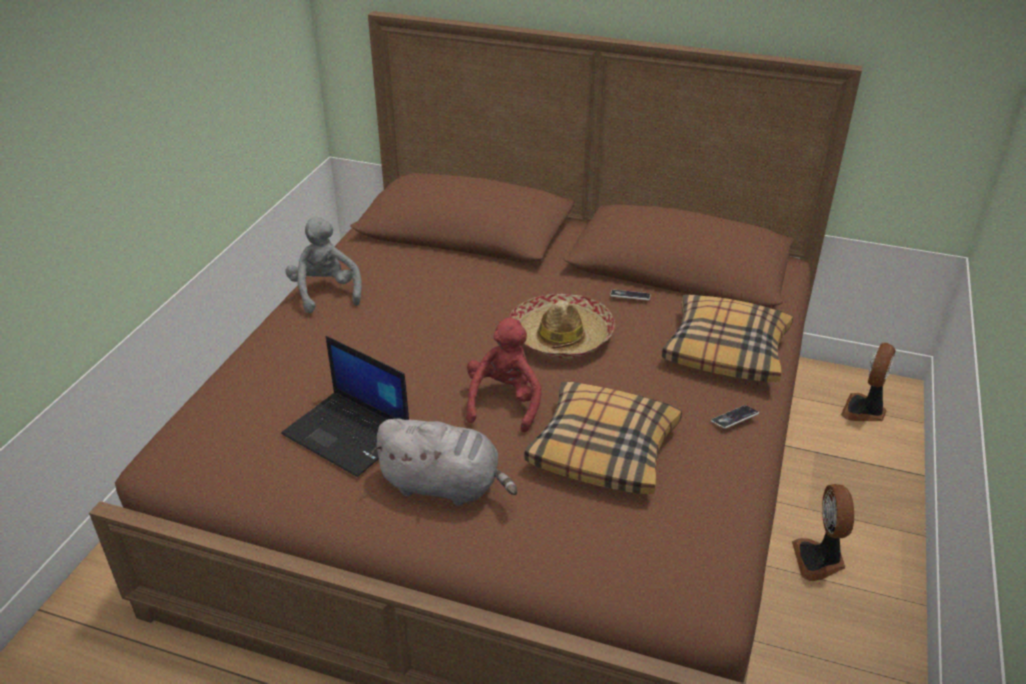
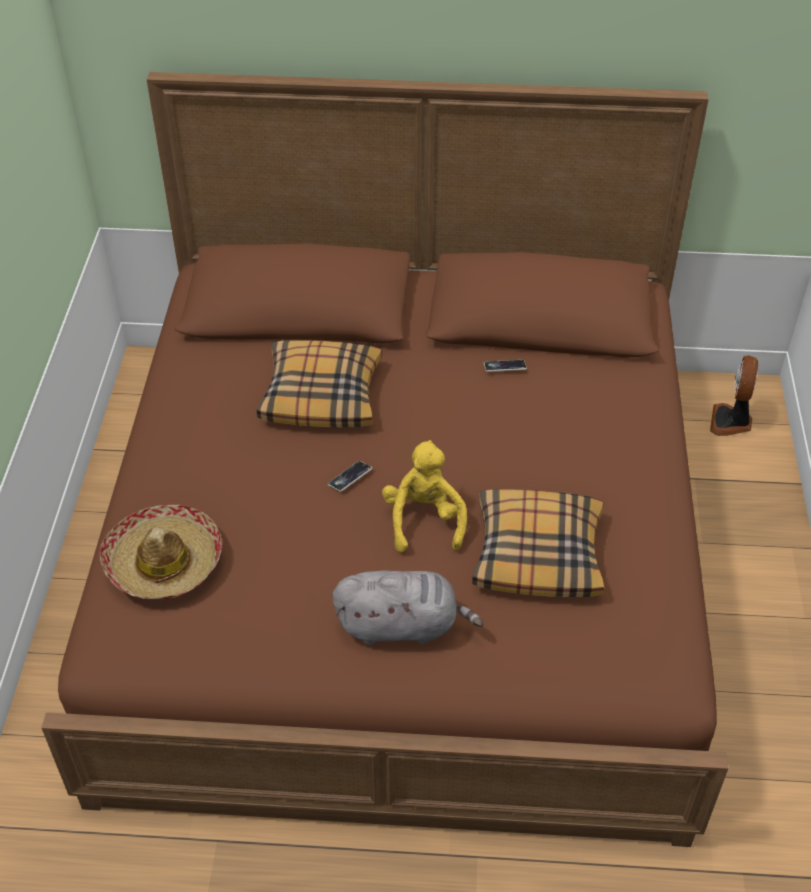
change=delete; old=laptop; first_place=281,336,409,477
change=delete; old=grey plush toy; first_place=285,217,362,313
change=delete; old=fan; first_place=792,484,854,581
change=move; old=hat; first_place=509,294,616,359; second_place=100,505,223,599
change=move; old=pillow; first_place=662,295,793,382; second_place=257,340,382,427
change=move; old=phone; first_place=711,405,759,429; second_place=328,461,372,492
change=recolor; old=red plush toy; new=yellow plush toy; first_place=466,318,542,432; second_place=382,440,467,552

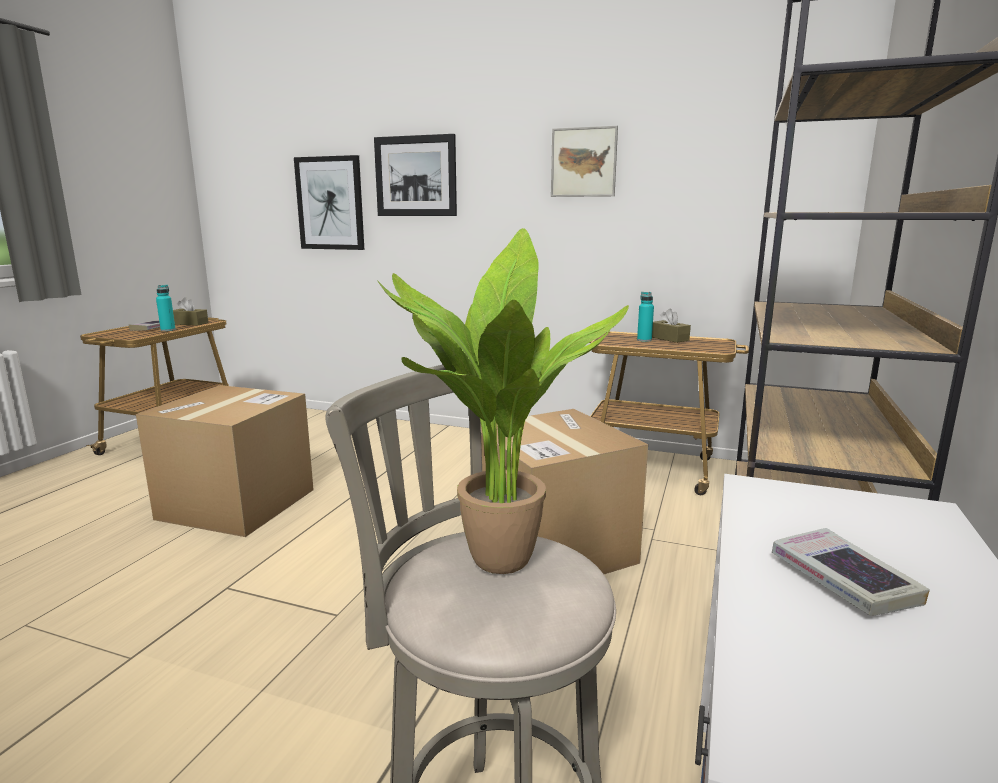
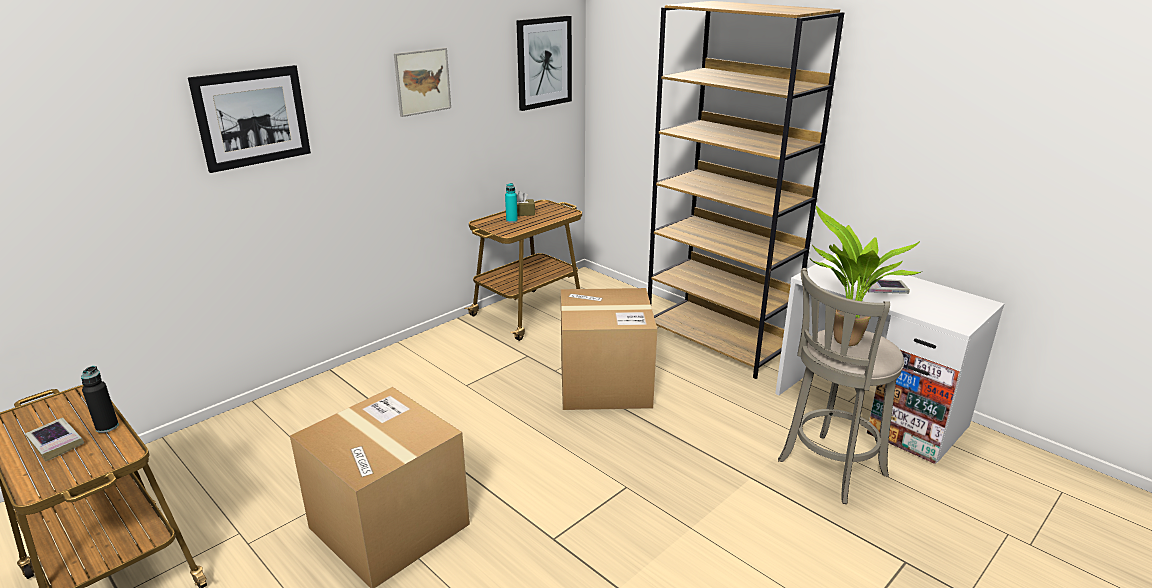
change=delete; old=brown tissue box; first_place=173,297,208,326
change=move; old=picture; first_place=294,155,365,250; second_place=516,16,572,111
change=recolor; old=turquoise bottle; new=black bottle; first_place=156,285,176,331; second_place=81,366,119,433

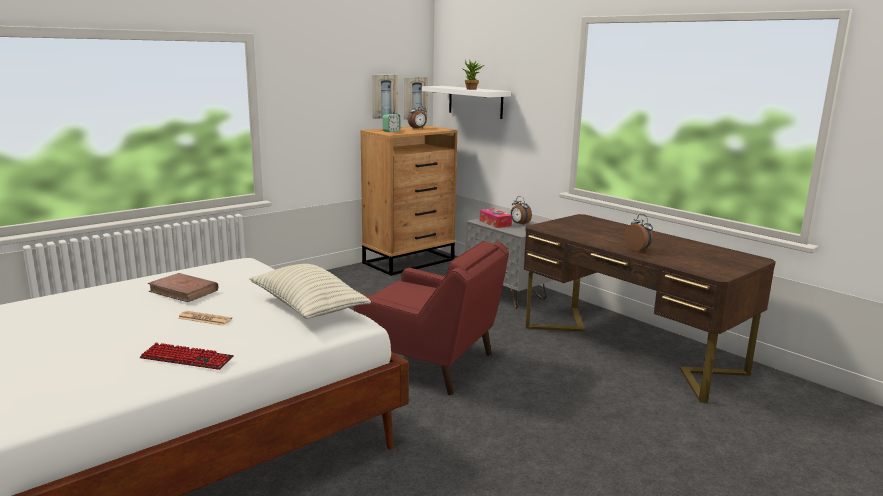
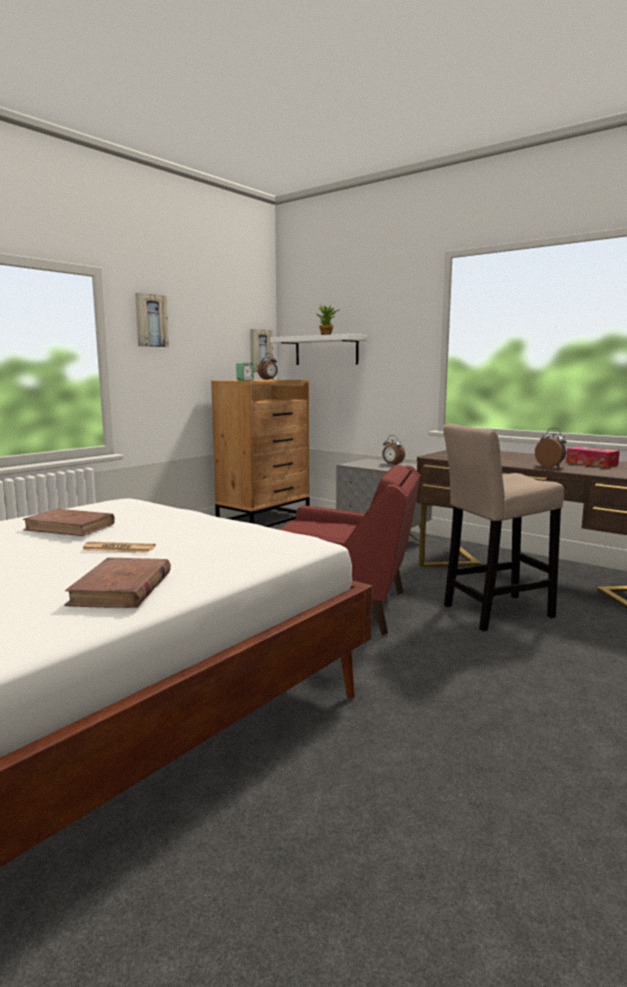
change=delete; old=pillow; first_place=249,264,371,319
change=insert; new=beige stool; second_place=443,424,564,631
change=move; old=picture; first_place=372,75,398,119; second_place=135,293,169,347
change=move; old=tissue box; first_place=480,208,512,228; second_place=566,447,620,468
change=replace; old=keyboard; new=brown book; first_place=140,343,234,370; second_place=64,558,171,608

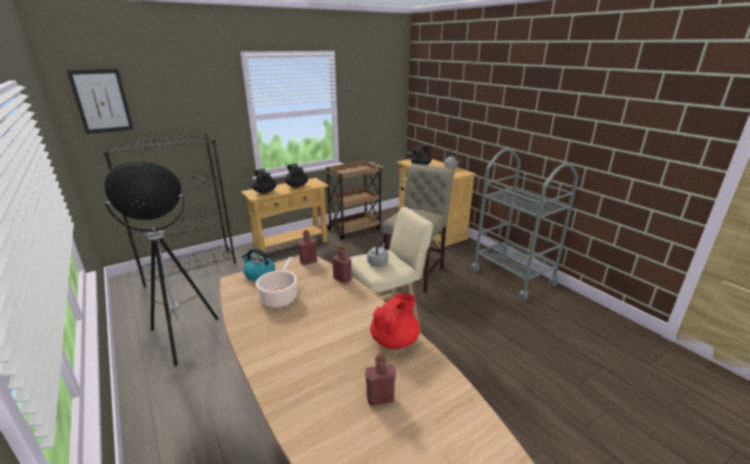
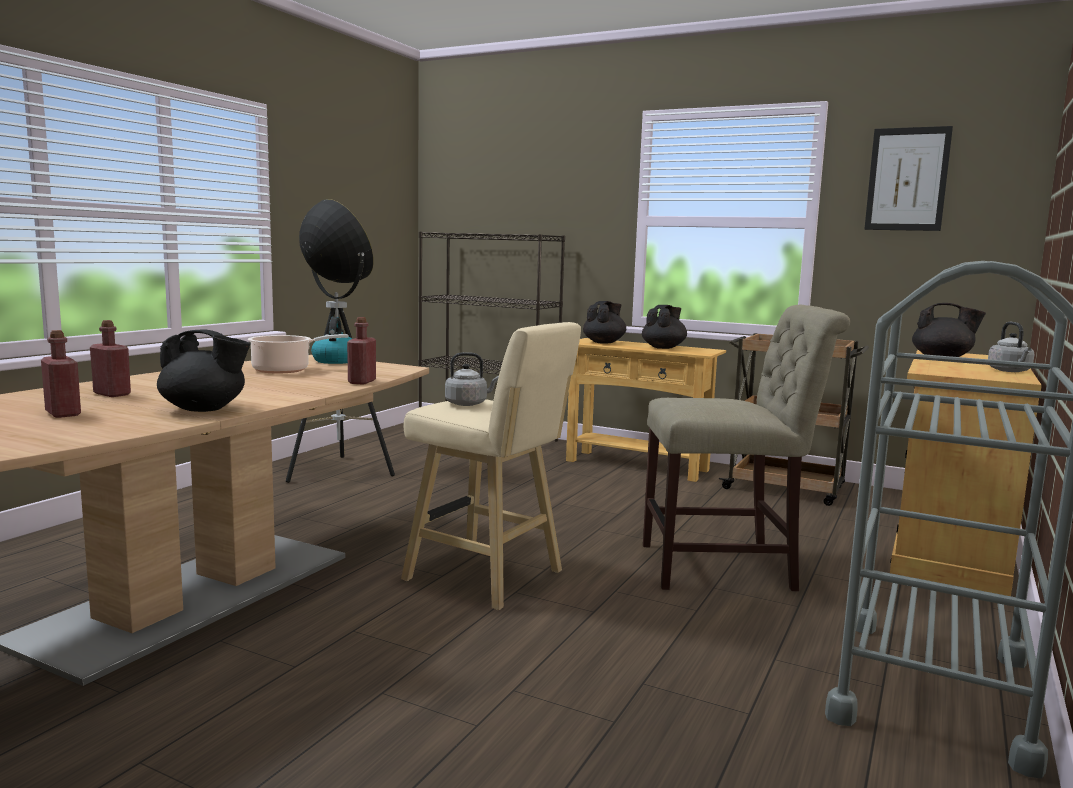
change=move; old=picture; first_place=67,69,134,134; second_place=864,126,953,231
change=move; old=red bottle; first_place=298,230,317,265; second_place=90,320,131,397
change=recolor; old=red teapot; new=black teapot; first_place=370,293,420,349; second_place=157,330,251,412

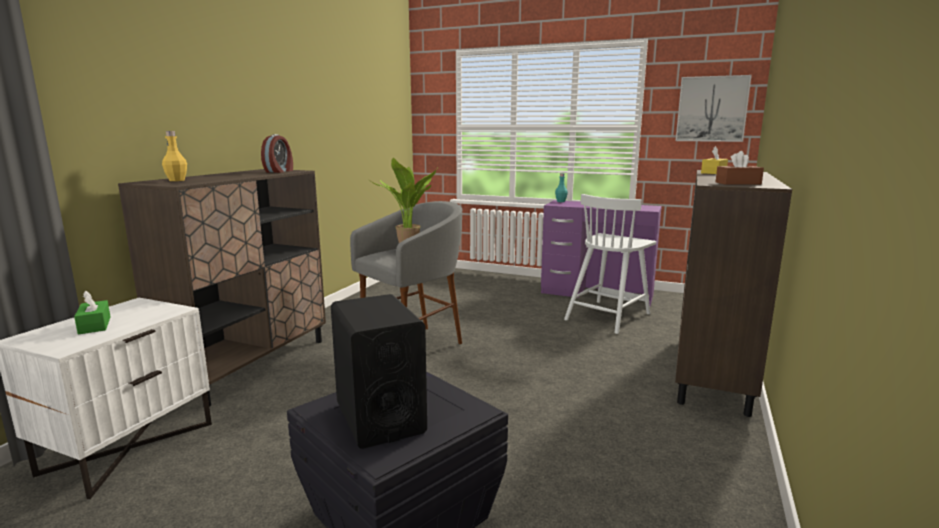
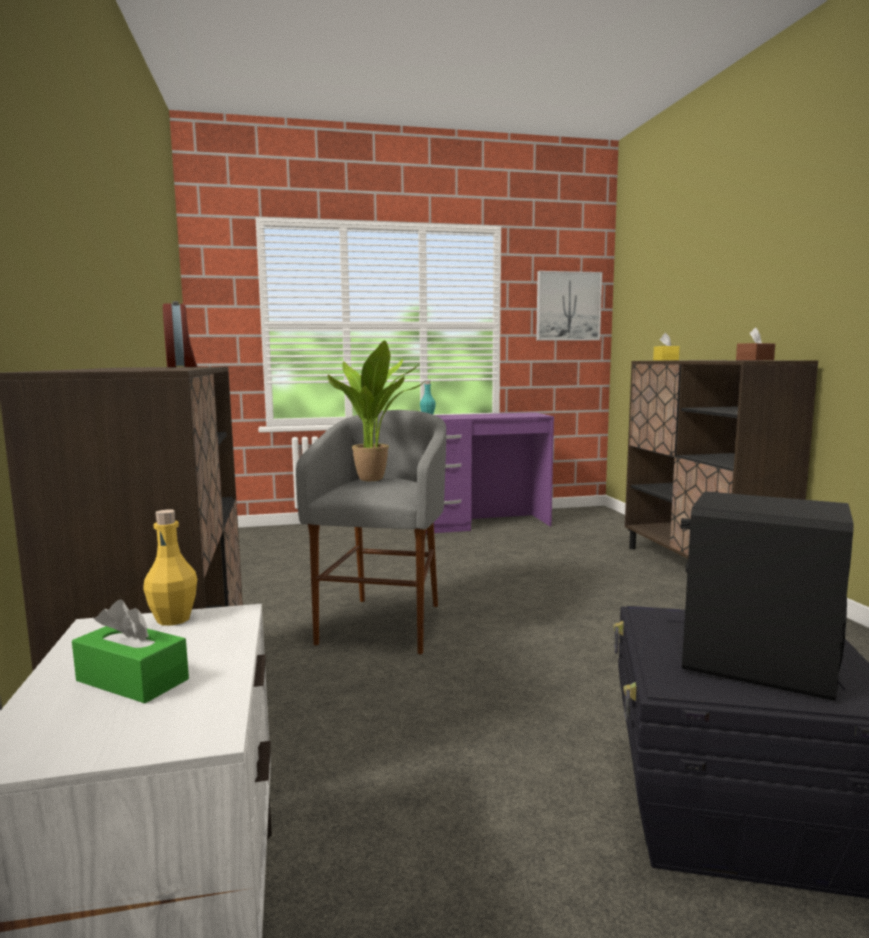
change=delete; old=white chair; first_place=564,194,656,334
change=move; old=yellow bottle; first_place=162,131,187,181; second_place=143,510,197,626

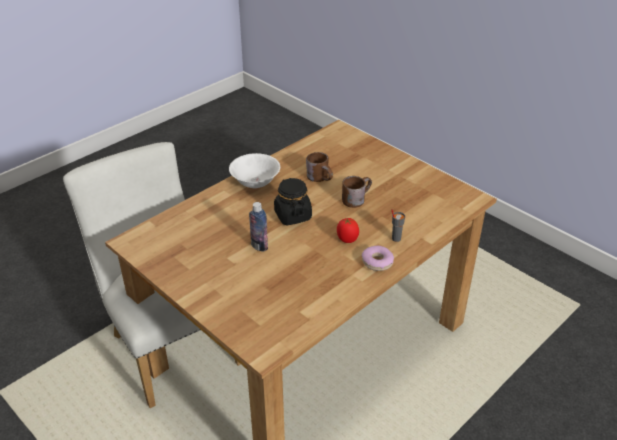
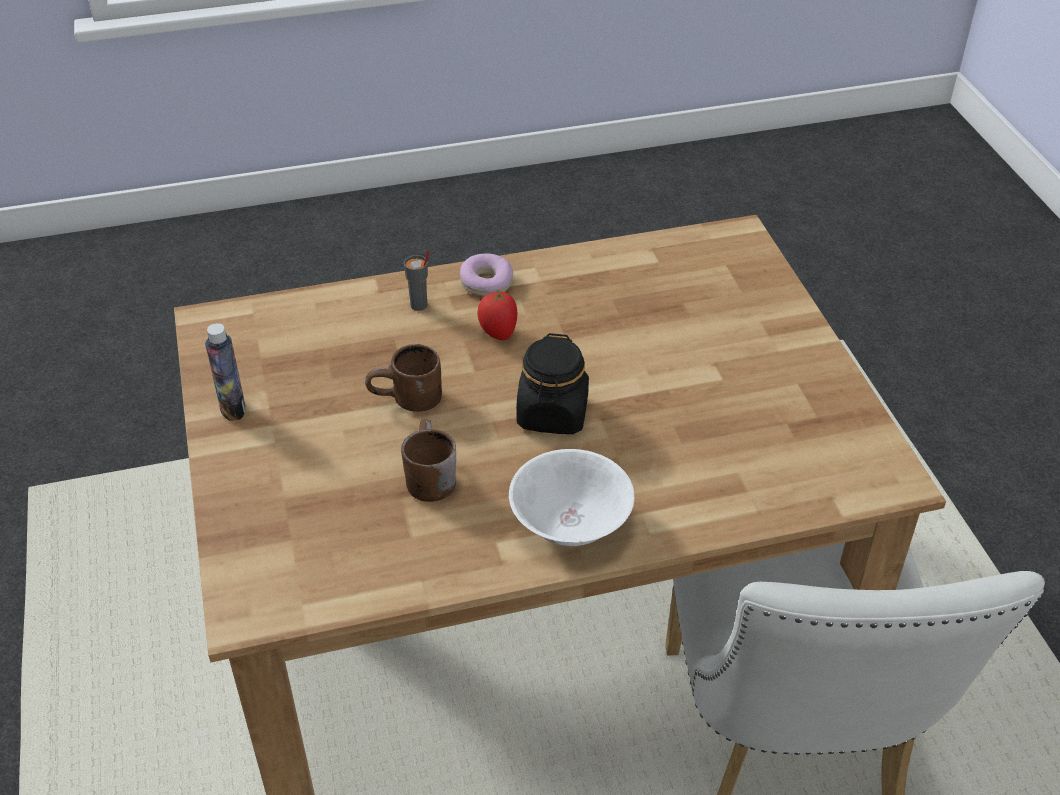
change=move; old=bottle; first_place=249,202,268,252; second_place=205,323,246,421

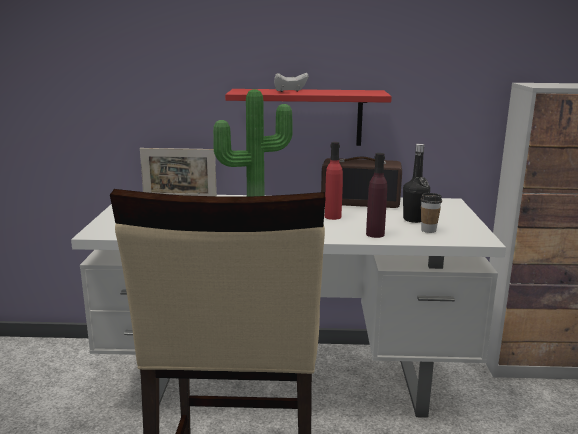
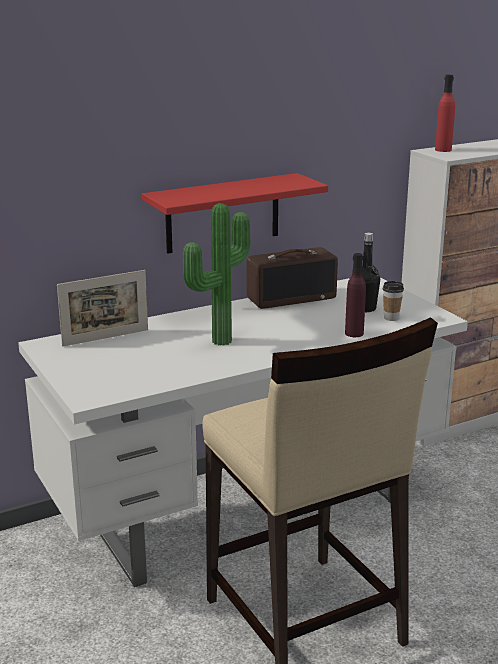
change=delete; old=white game controller; first_place=274,73,309,92
change=move; old=red bottle; first_place=325,142,343,220; second_place=435,75,455,152

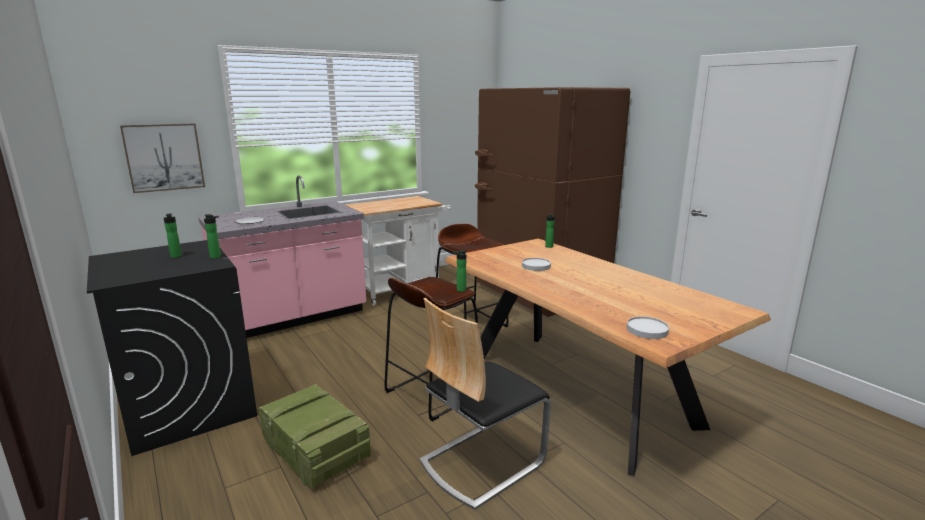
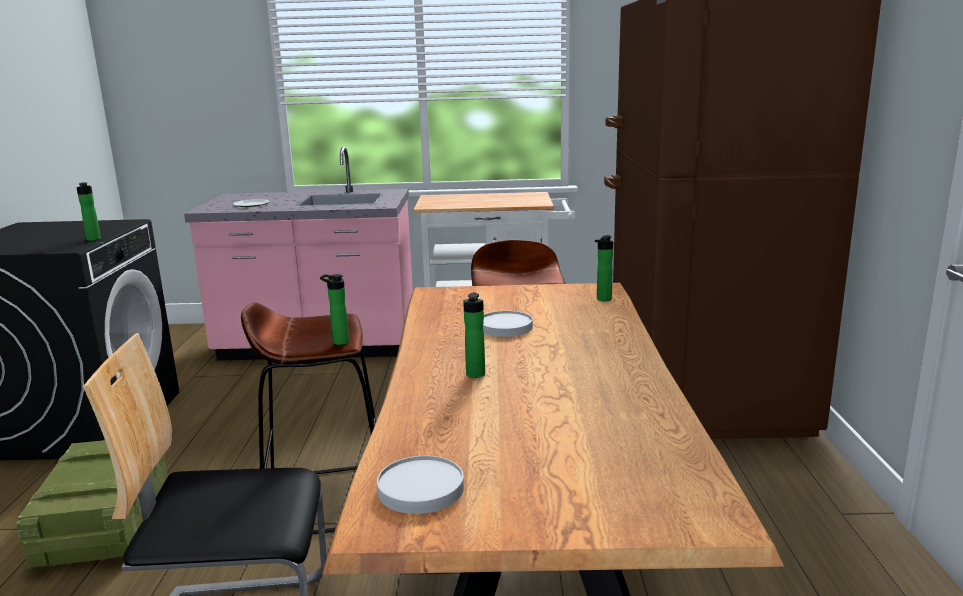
change=delete; old=picture; first_place=120,123,205,193
change=move; old=bottle; first_place=164,214,182,258; second_place=463,292,485,378

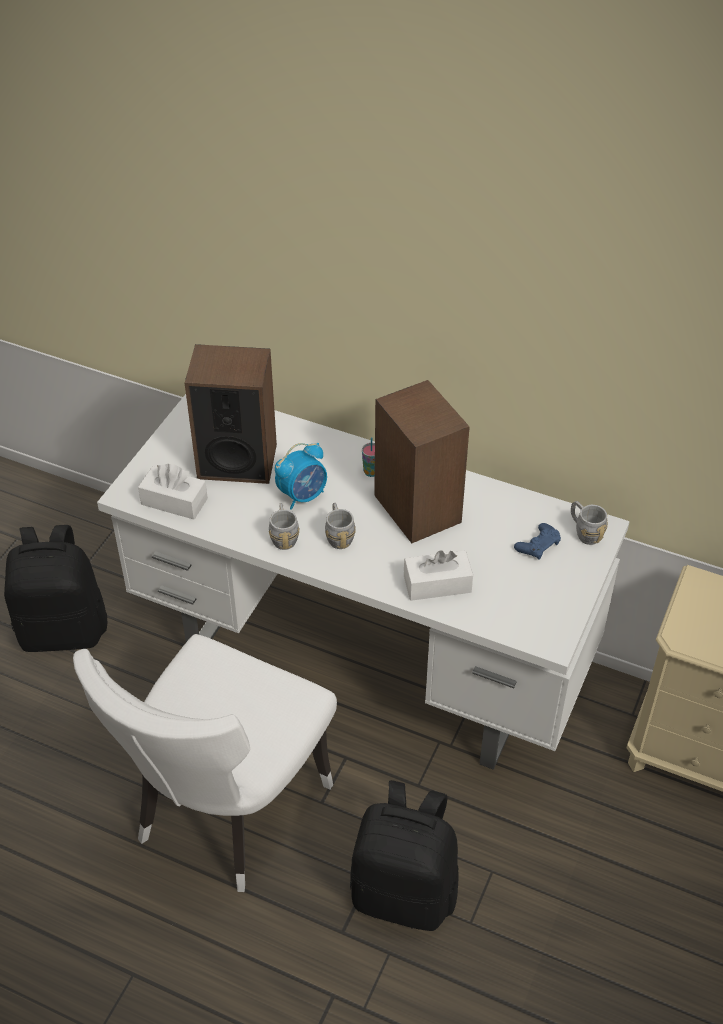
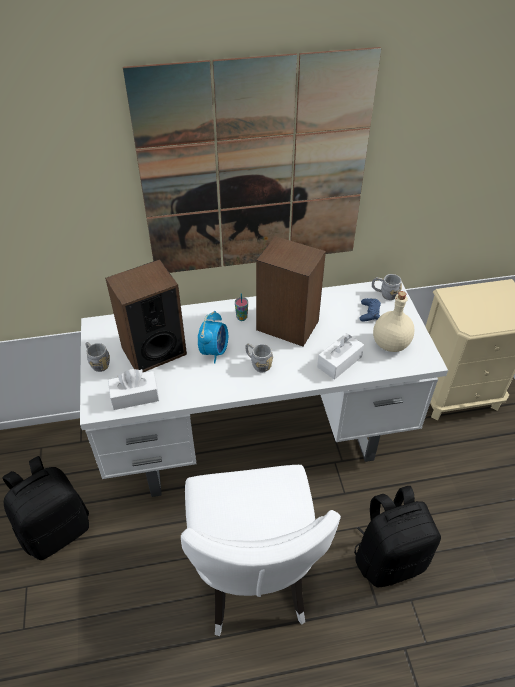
change=insert; new=picture; second_place=123,47,381,273
change=insert; new=beige bottle; second_place=373,291,415,352
change=move; old=grey mug; first_place=269,503,299,550; second_place=85,342,110,372

